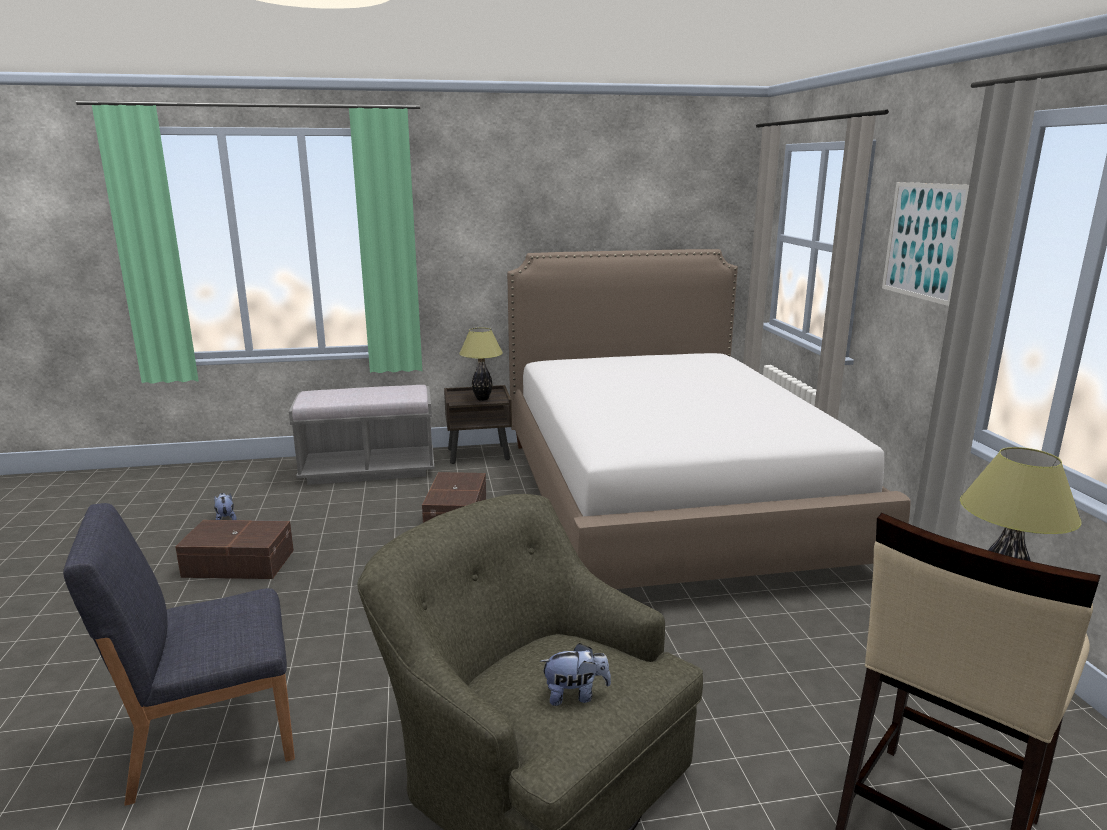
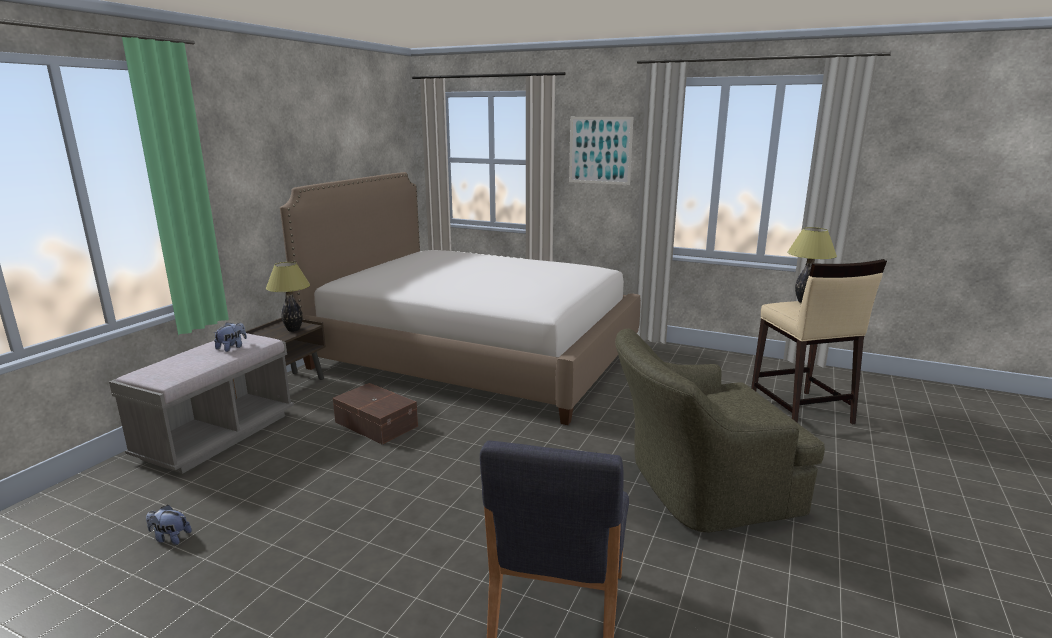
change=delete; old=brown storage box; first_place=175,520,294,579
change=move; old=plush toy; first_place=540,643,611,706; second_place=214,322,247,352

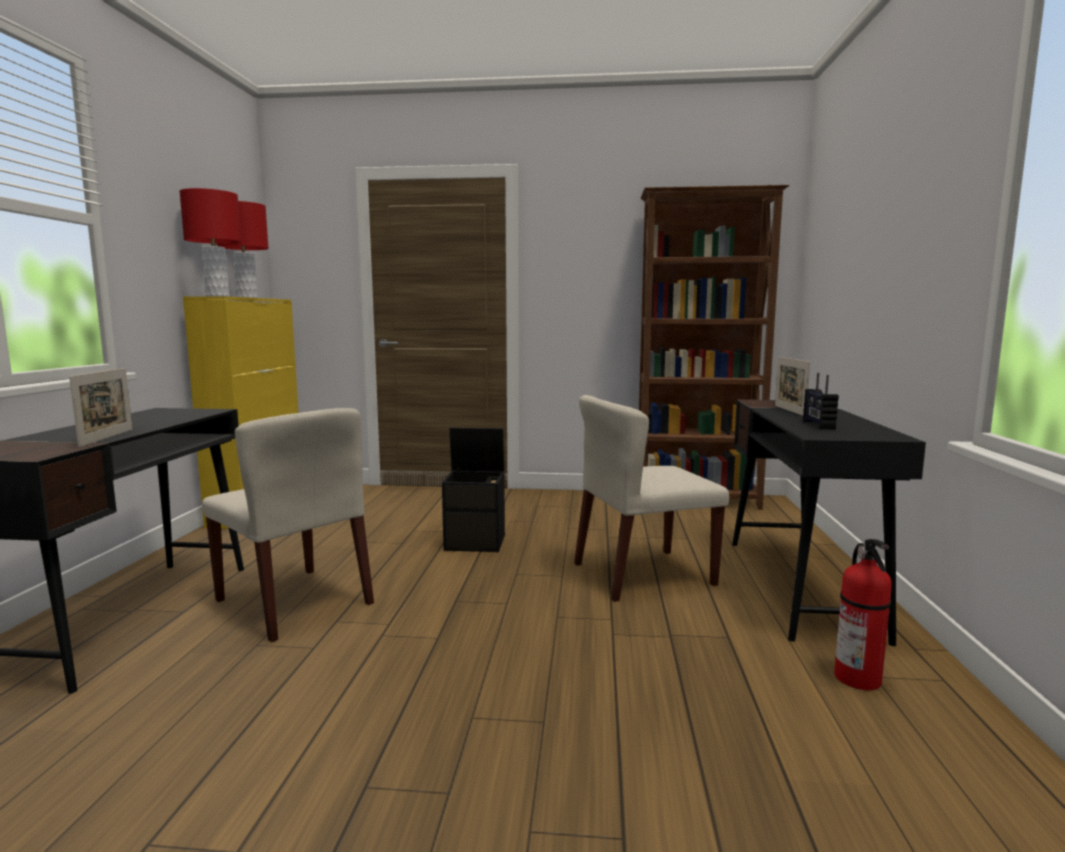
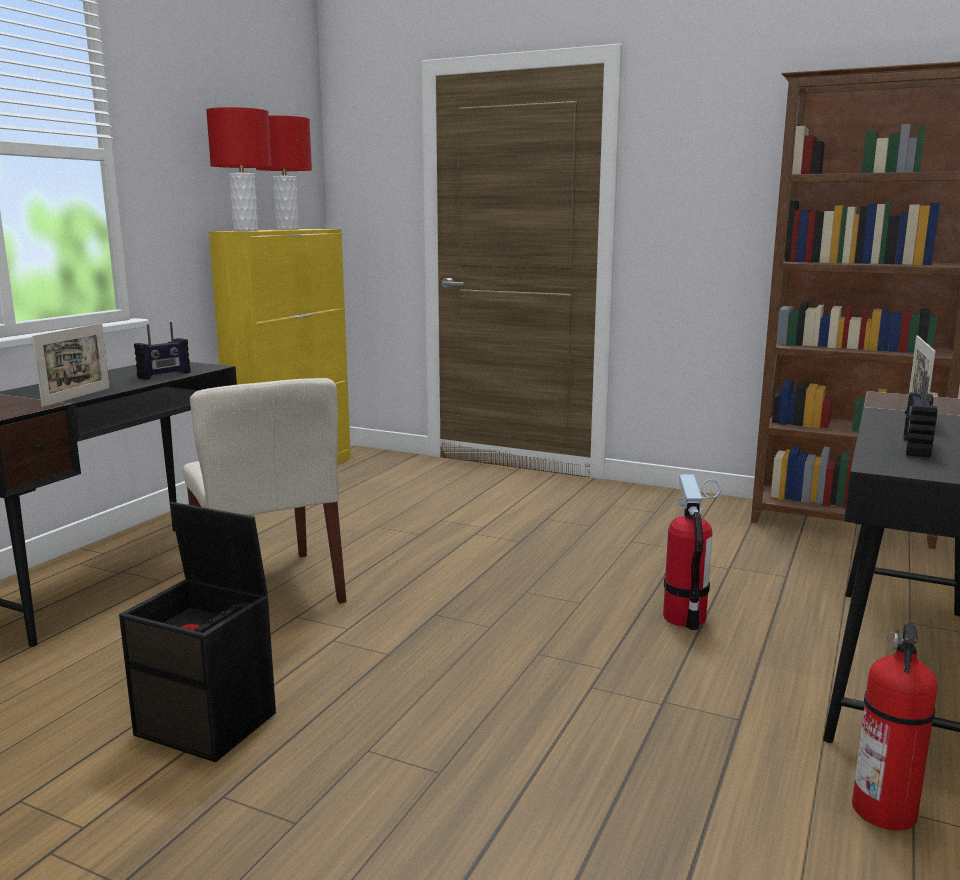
change=insert; new=radio; second_place=134,322,191,380
change=move; old=black storage box; first_place=442,428,505,552; second_place=119,502,276,762
change=replace; old=beige chair; new=fire extinguisher; first_place=574,395,729,602; second_place=663,474,721,630

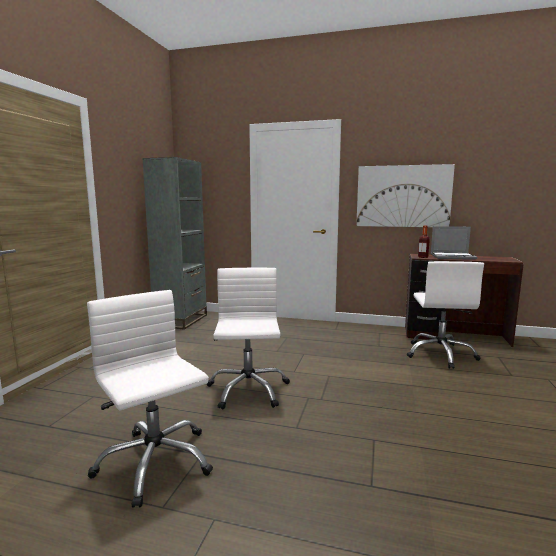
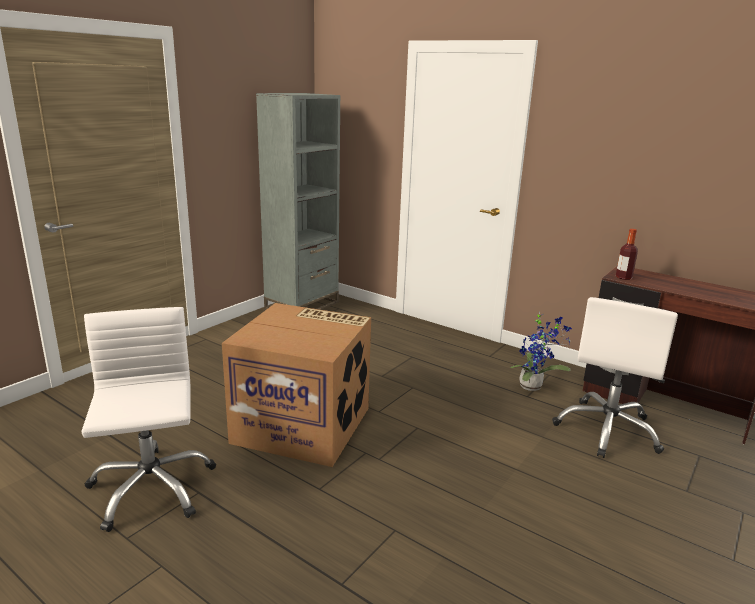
change=delete; old=picture; first_place=356,164,455,227
change=delete; old=laptop; first_place=431,226,477,260
change=insert; new=potted plant; second_place=510,312,572,391
change=replace; old=white office chair; new=cardboard box; first_place=207,268,290,409; second_place=222,303,371,467

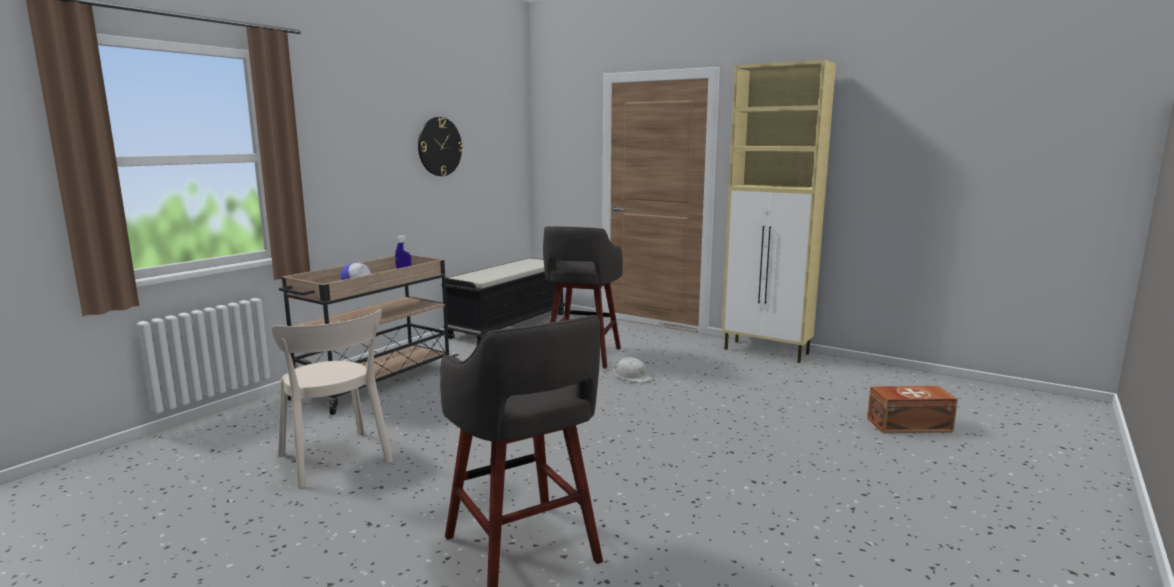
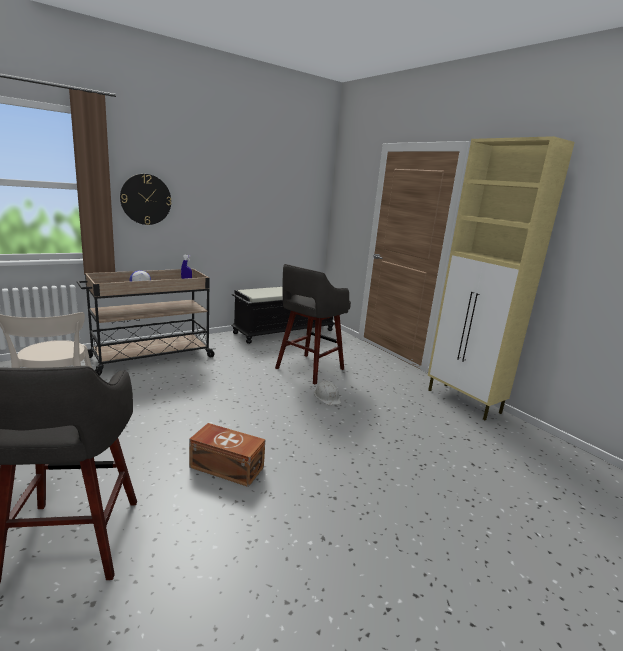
change=move; old=wall clock; first_place=418,117,463,176; second_place=120,174,171,225
change=move; old=brown storage box; first_place=867,386,958,433; second_place=189,423,265,487

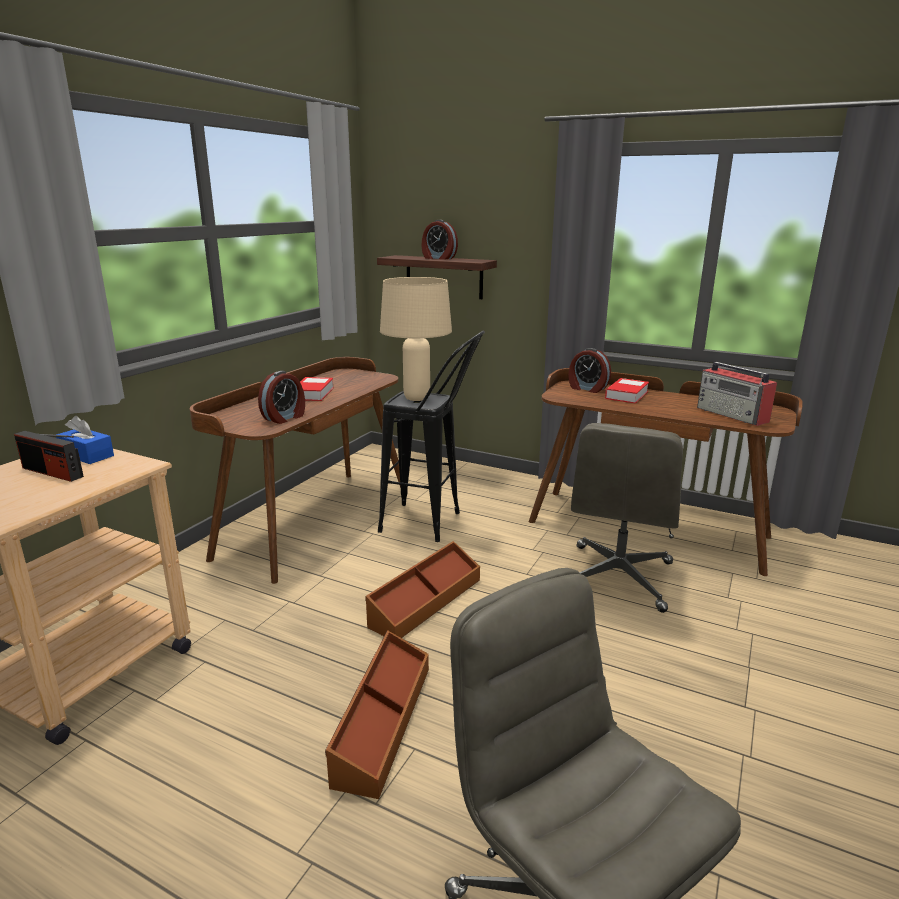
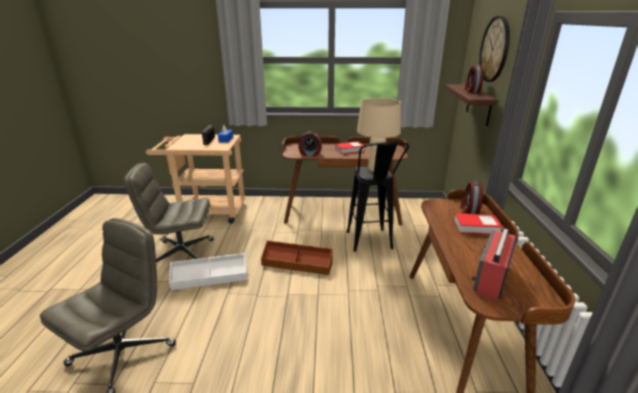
change=insert; new=wall clock; second_place=479,16,510,82
change=move; old=grey office chair; first_place=571,423,683,613; second_place=124,163,213,262
change=recolor; old=brown storage box; new=white storage box; first_place=325,630,429,799; second_place=169,253,247,290

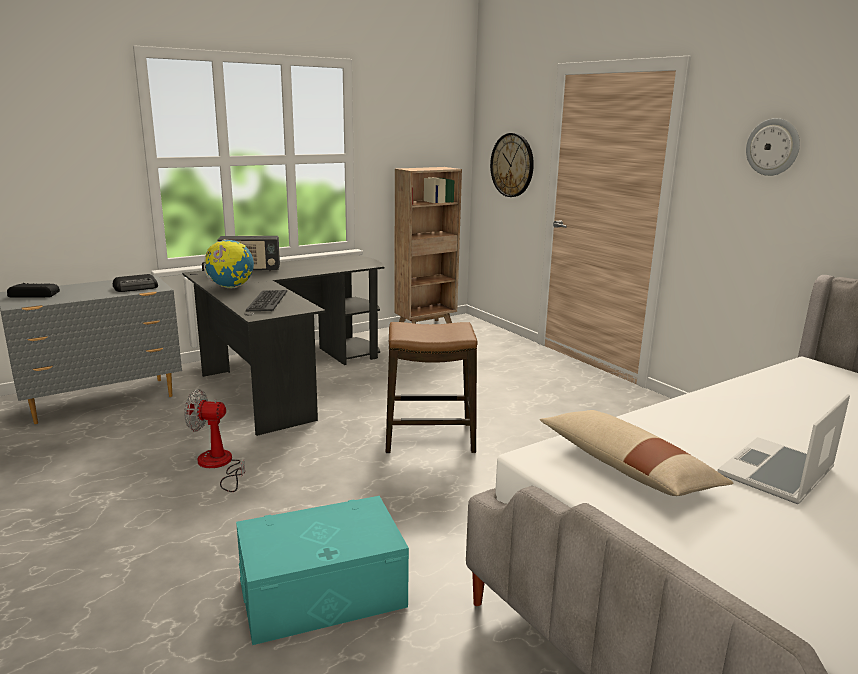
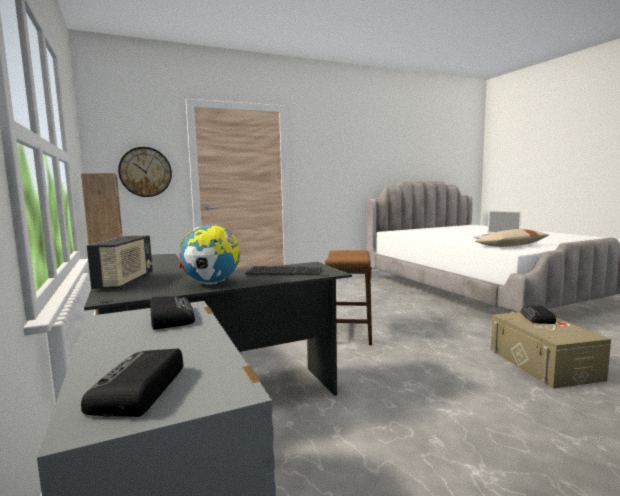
change=delete; old=fan; first_place=184,389,246,492
change=delete; old=wall clock; first_place=746,118,800,176
change=insert; new=radio; second_place=521,306,556,324
change=recolor; old=turquoise storage box; new=beige storage box; first_place=236,496,409,645; second_place=491,312,611,389

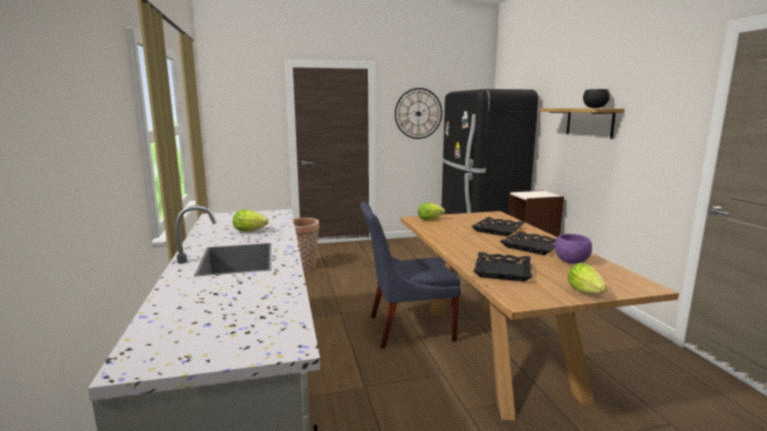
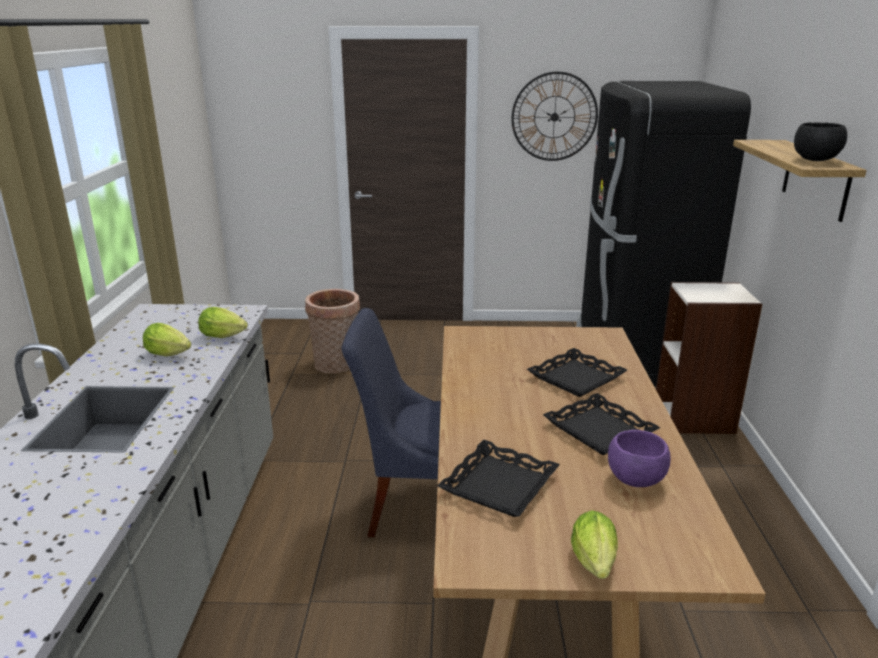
change=move; old=lettuce; first_place=418,203,445,220; second_place=198,307,248,338

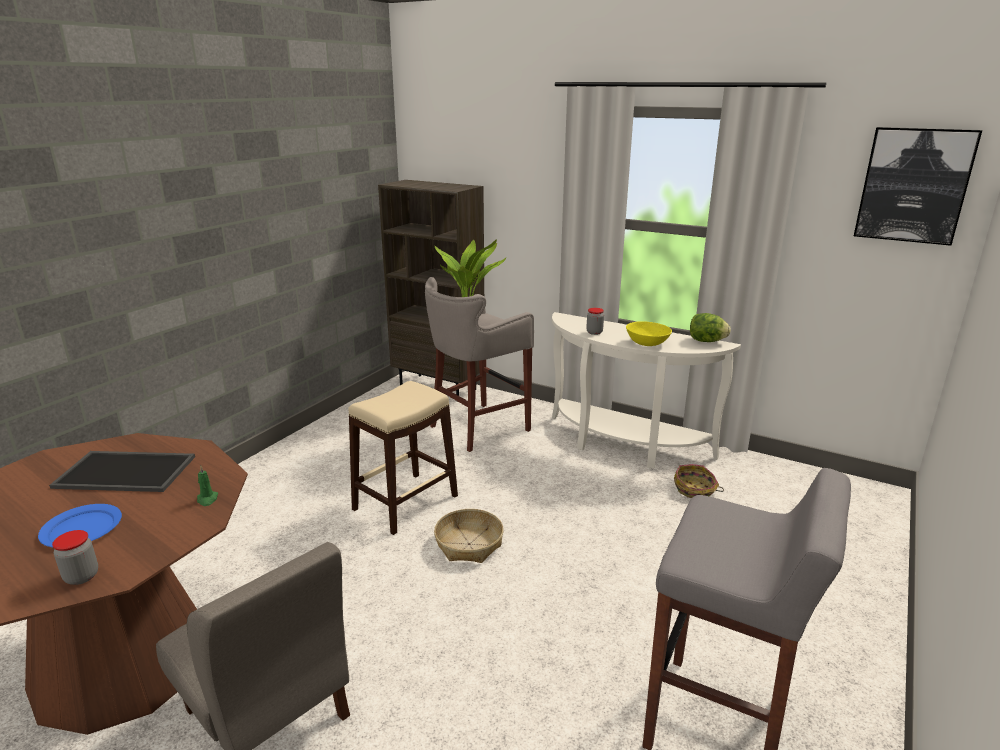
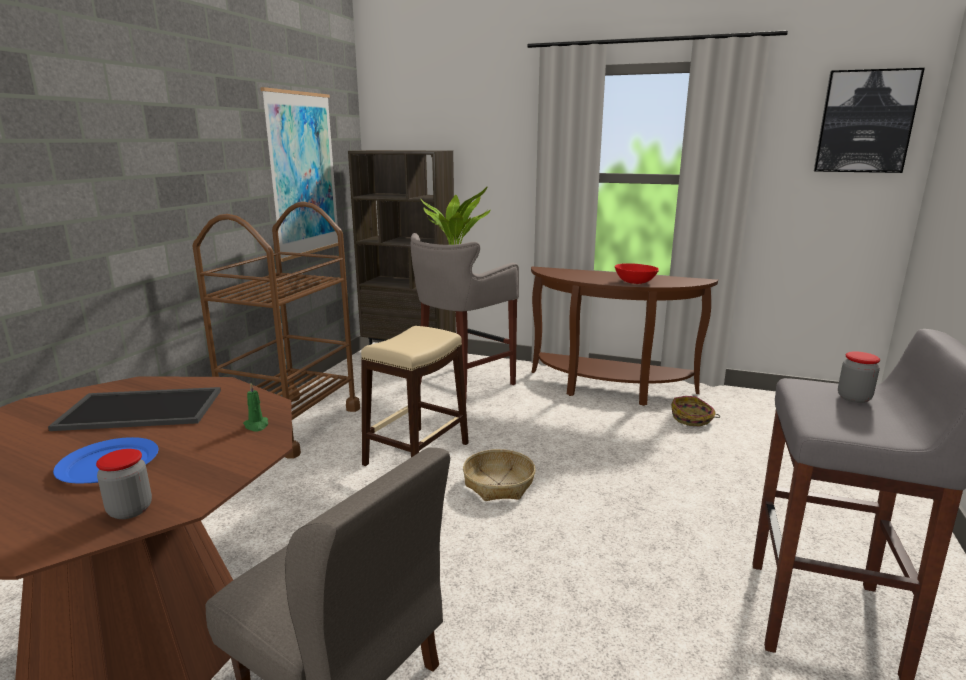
change=delete; old=lettuce; first_place=690,313,731,342
change=insert; new=brown cart; second_place=193,202,360,459
change=insert; new=picture; second_place=260,87,338,262
change=move; old=jar; first_place=586,308,604,335; second_place=838,351,880,403
change=recolor; old=white console table; new=brown console table; first_place=552,312,741,469; second_place=531,266,718,406
change=recolor; old=yellow bowl; new=red bowl; first_place=626,321,672,346; second_place=615,263,659,284

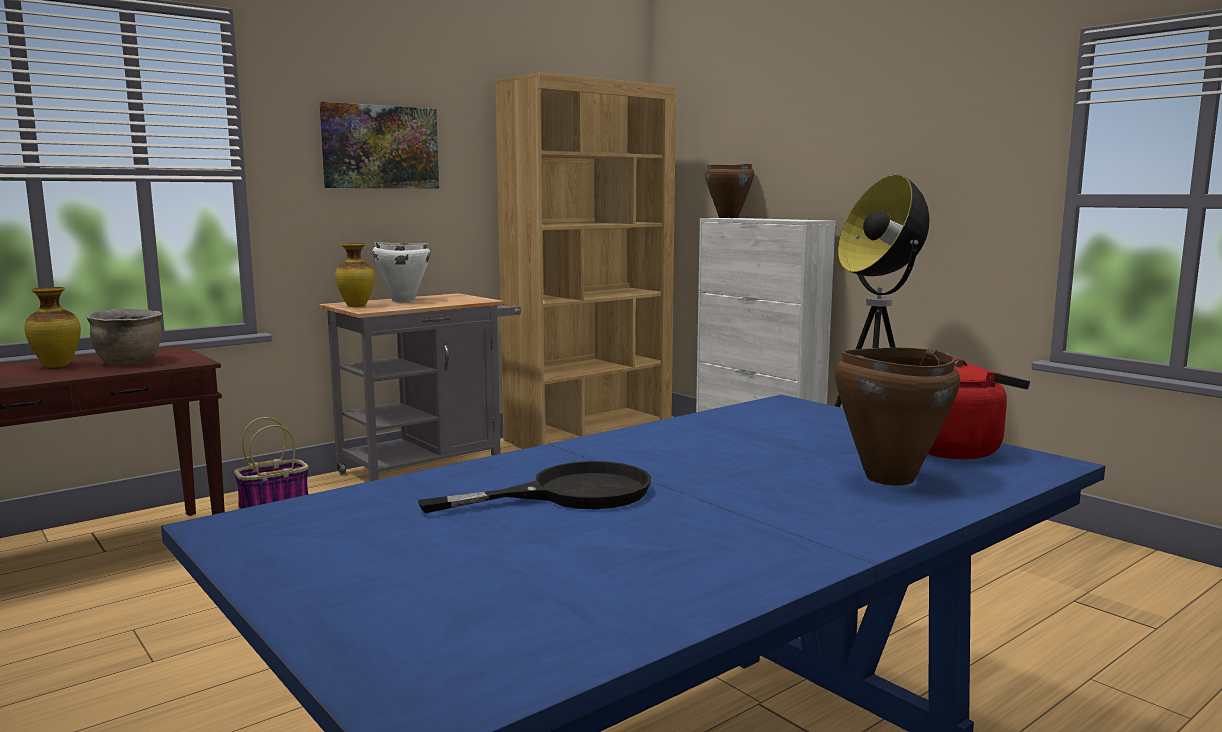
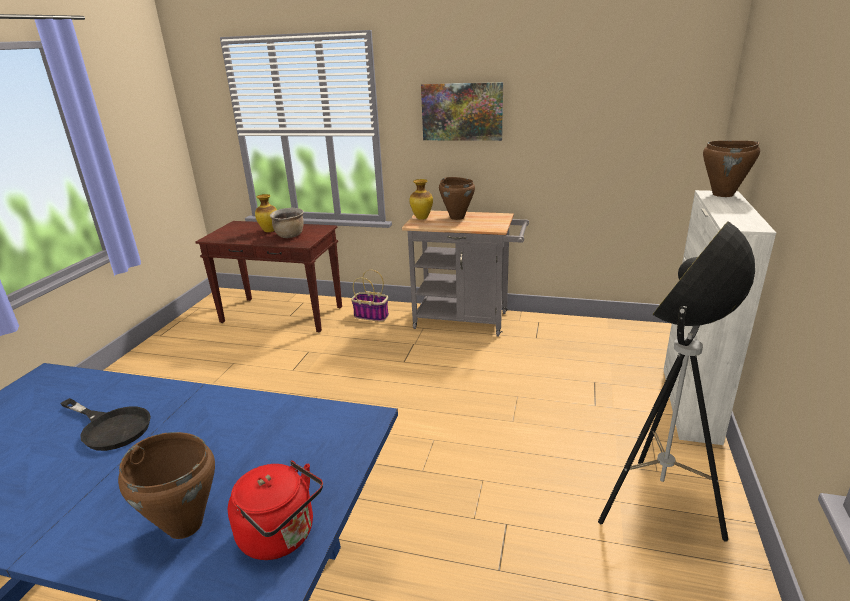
change=delete; old=brown bookcase; first_place=495,72,676,449
change=recolor; old=white cooking pot; new=brown cooking pot; first_place=372,242,430,303; second_place=439,177,475,220

